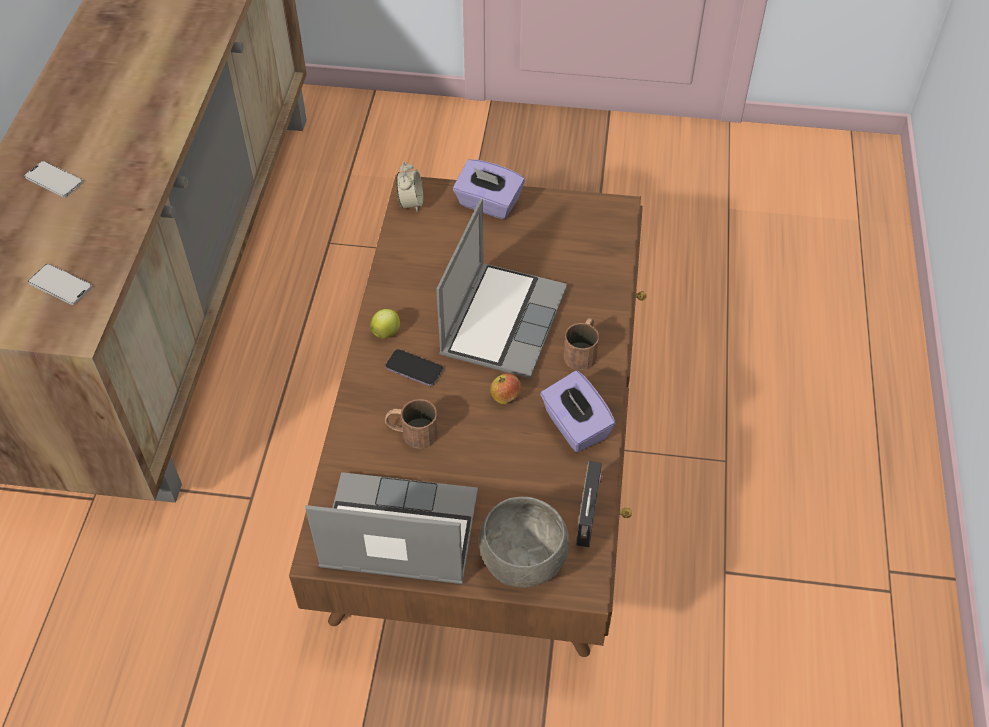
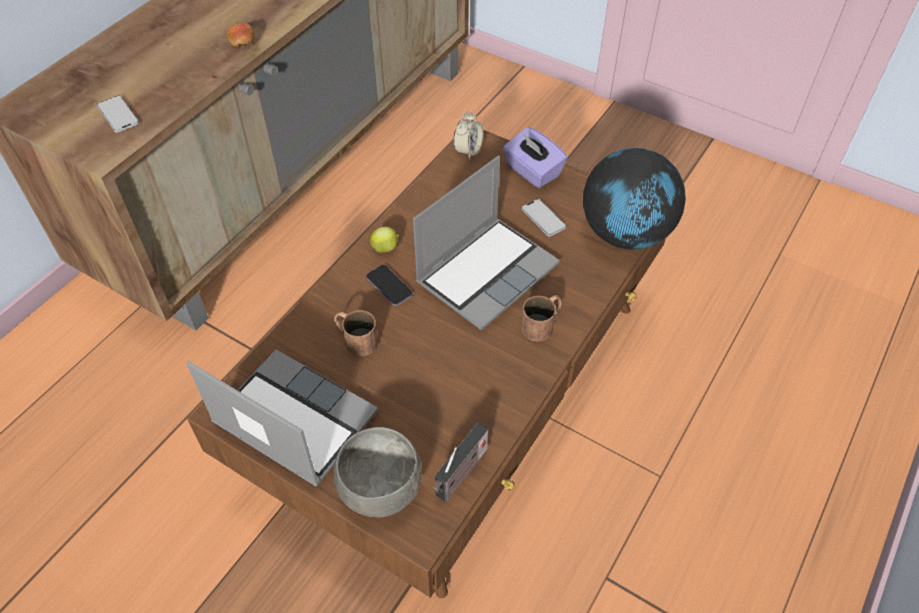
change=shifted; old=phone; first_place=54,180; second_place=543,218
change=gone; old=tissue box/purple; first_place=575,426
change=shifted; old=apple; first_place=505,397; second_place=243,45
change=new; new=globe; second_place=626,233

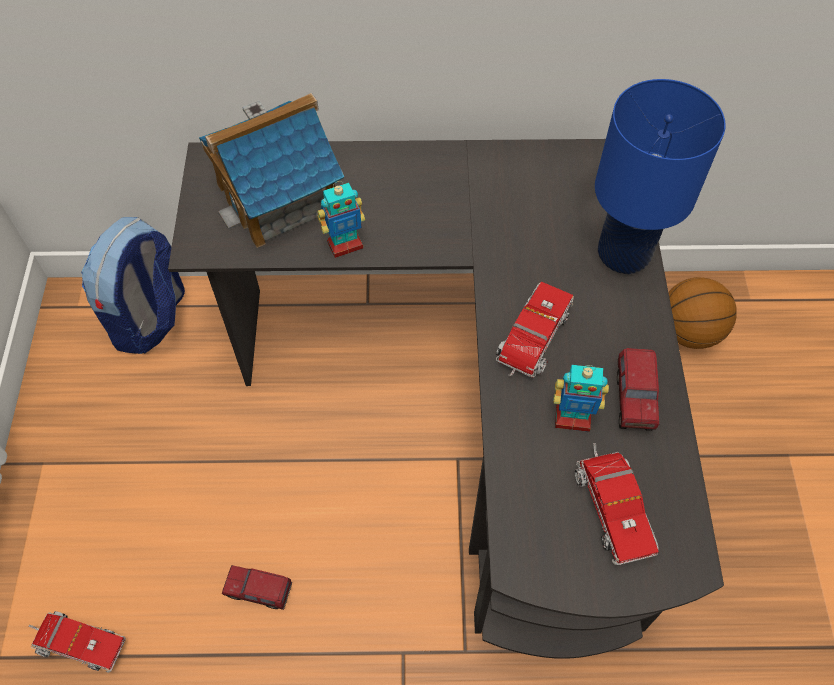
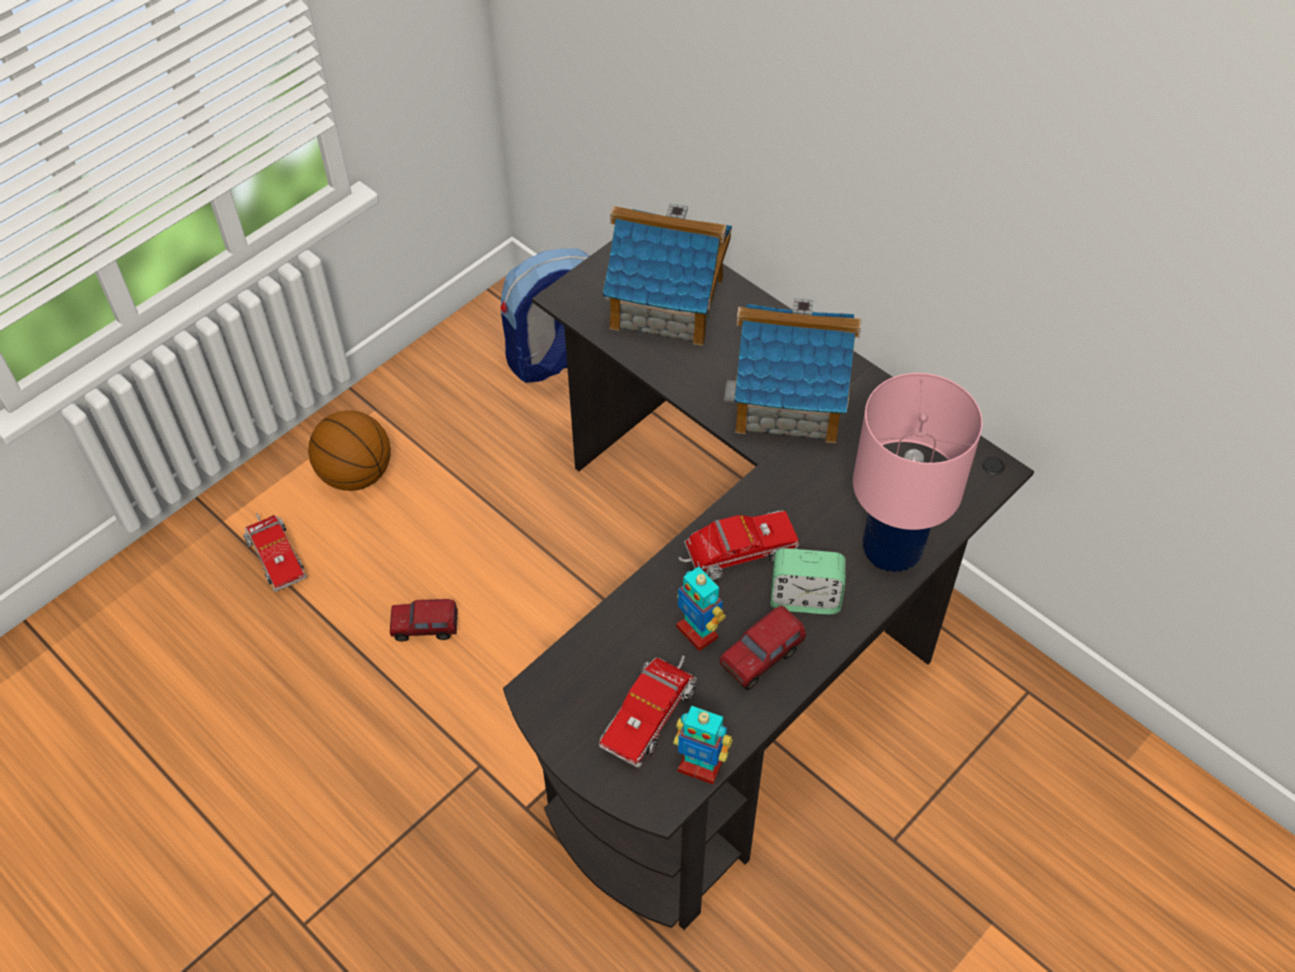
change=repainted; old=table lamp/blue; new=table lamp/pink; first_place=623,256; second_place=892,551
change=shifted; old=toy robot; first_place=345,245; second_place=700,766
change=shifted; old=basketball; first_place=688,331; second_place=356,474
change=rotated; old=toy truck; first_place=259,592; second_place=425,629; degrees=-60
change=new; new=toy house; second_place=790,399
change=new; new=alarm clock; second_place=805,598

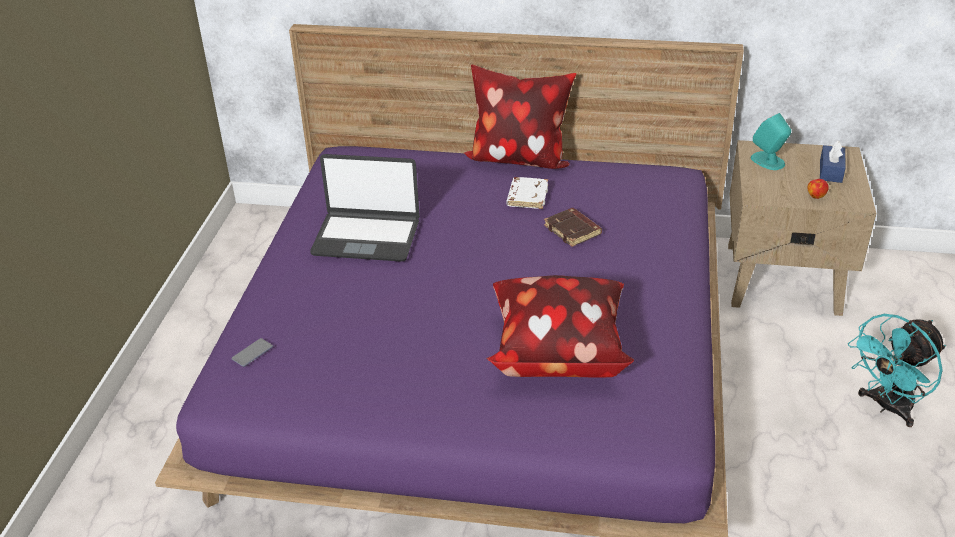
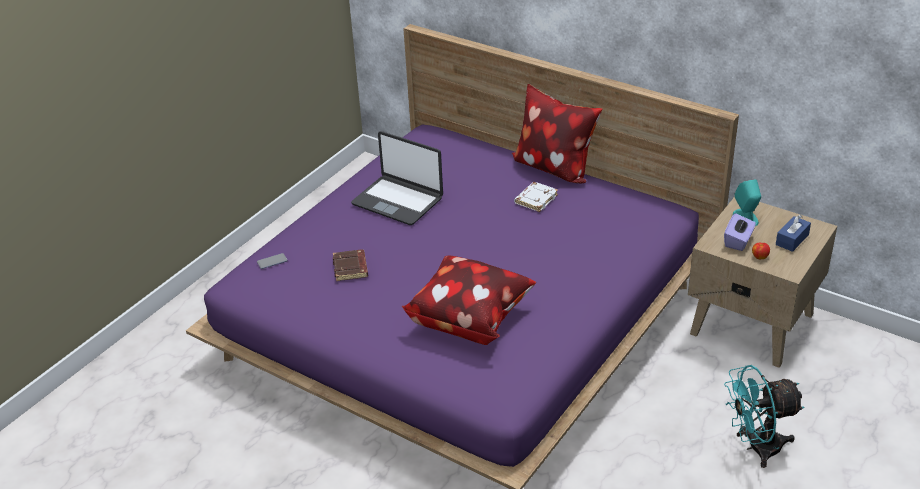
change=shifted; old=book/brown; first_place=573,230; second_place=351,268
change=new; new=tissue box/purple; second_place=738,241

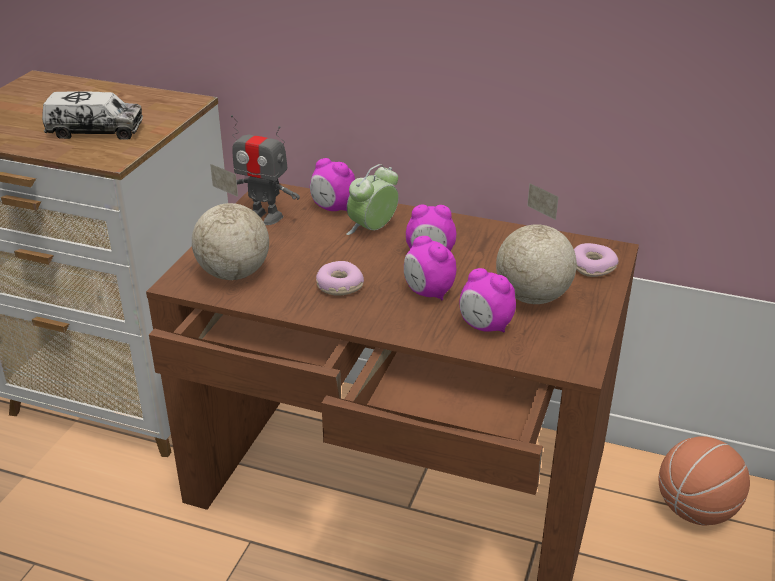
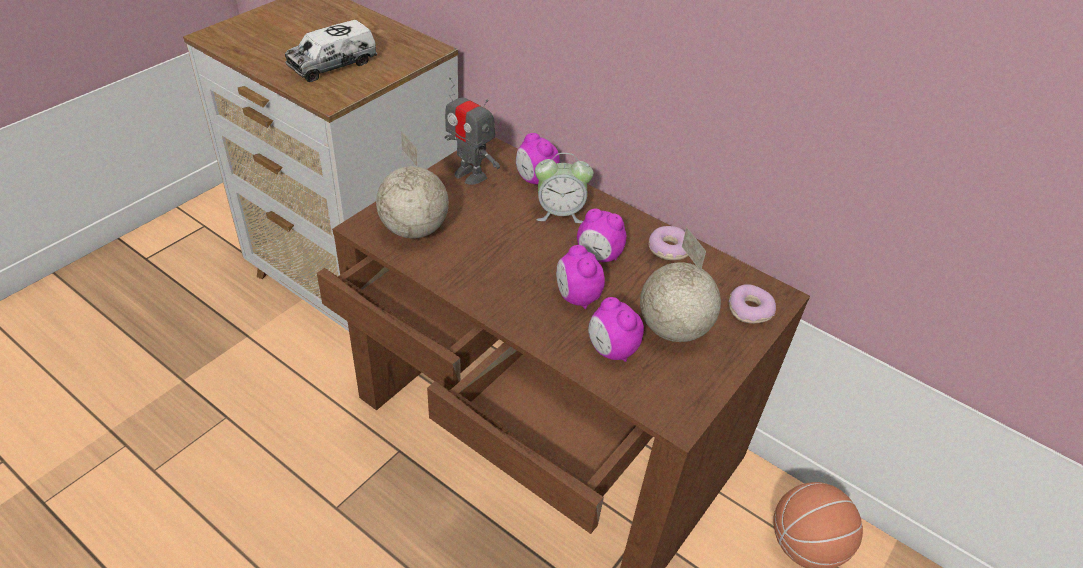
change=rotated; old=toy truck; first_place=95,131; second_place=333,65; degrees=120
change=rotated; old=alarm clock; first_place=373,230; second_place=560,213; degrees=-150
change=shifted; old=donut; first_place=339,286; second_place=668,249

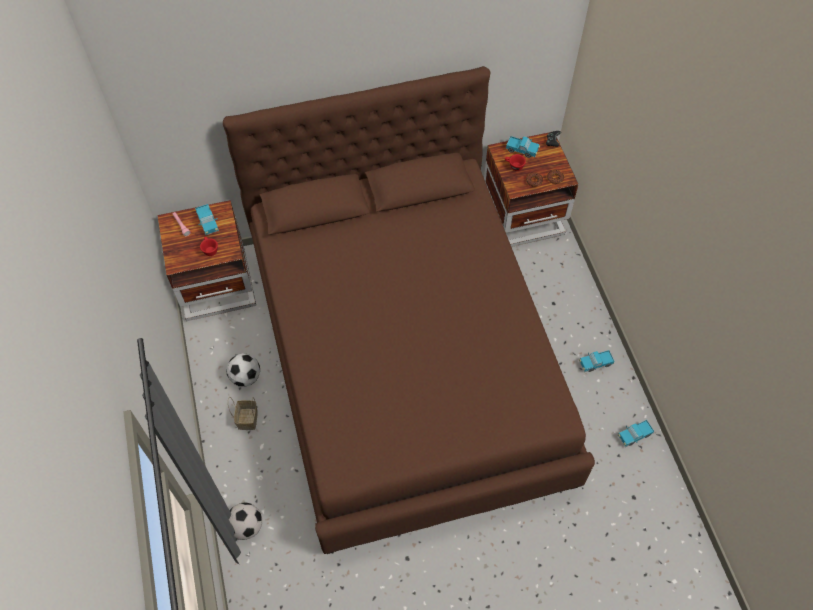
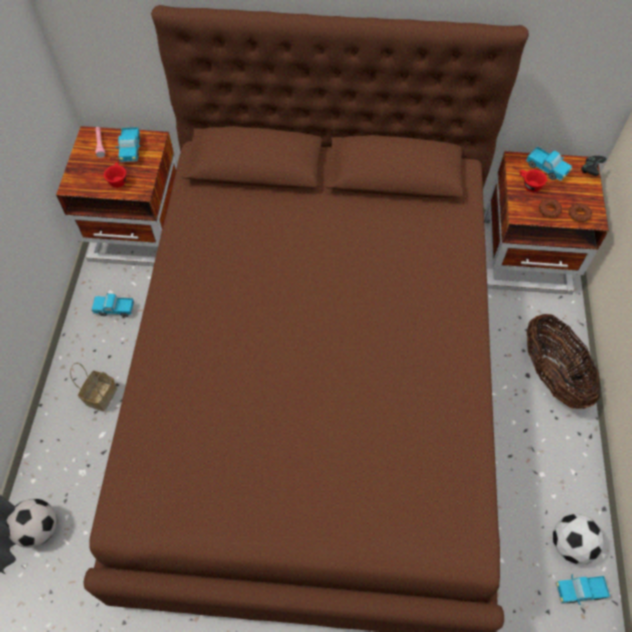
change=shifted; old=toy truck; first_place=595,363; second_place=114,309
change=shifted; old=football; first_place=245,377; second_place=570,544
change=new; new=basket; second_place=552,376

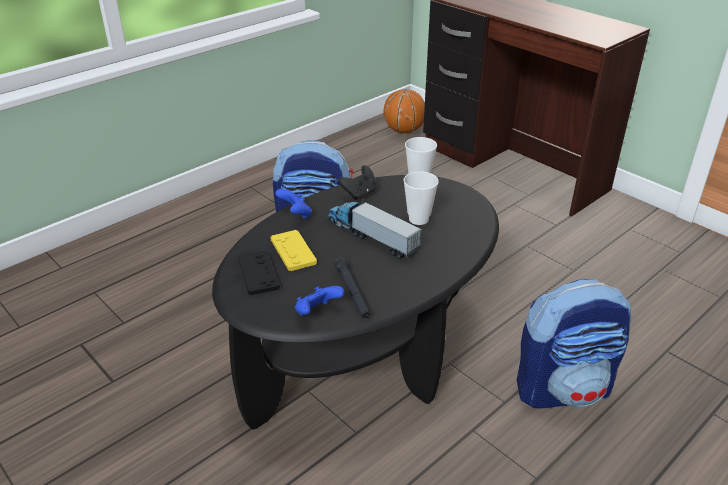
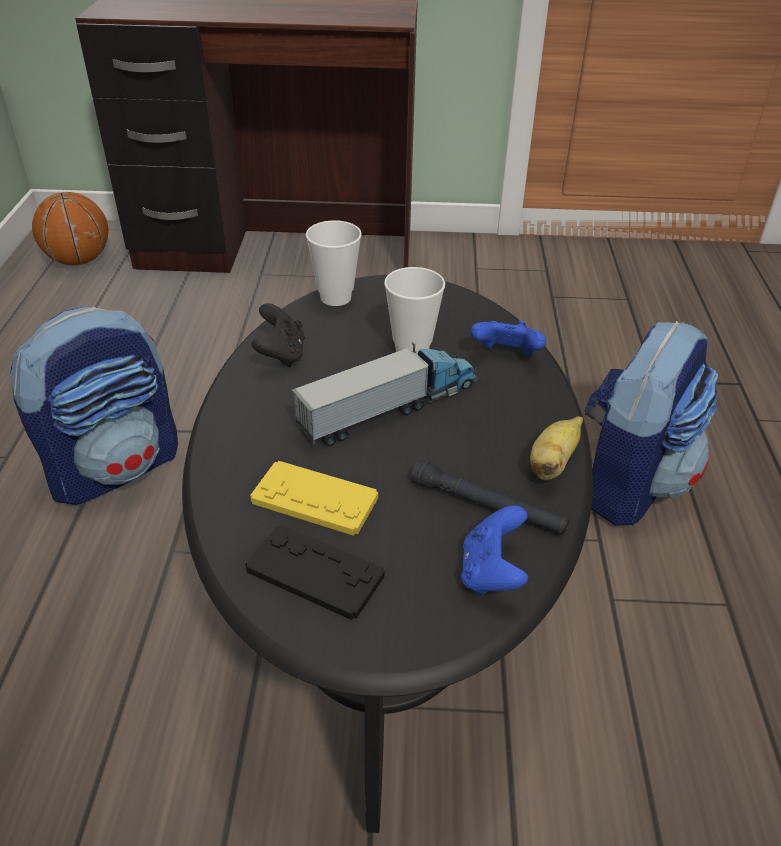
change=shifted; old=game controller/blue; first_place=296,214; second_place=506,356
change=rotated; old=toy truck; first_place=371,236; second_place=390,408; degrees=150
change=new; new=banana; second_place=552,463

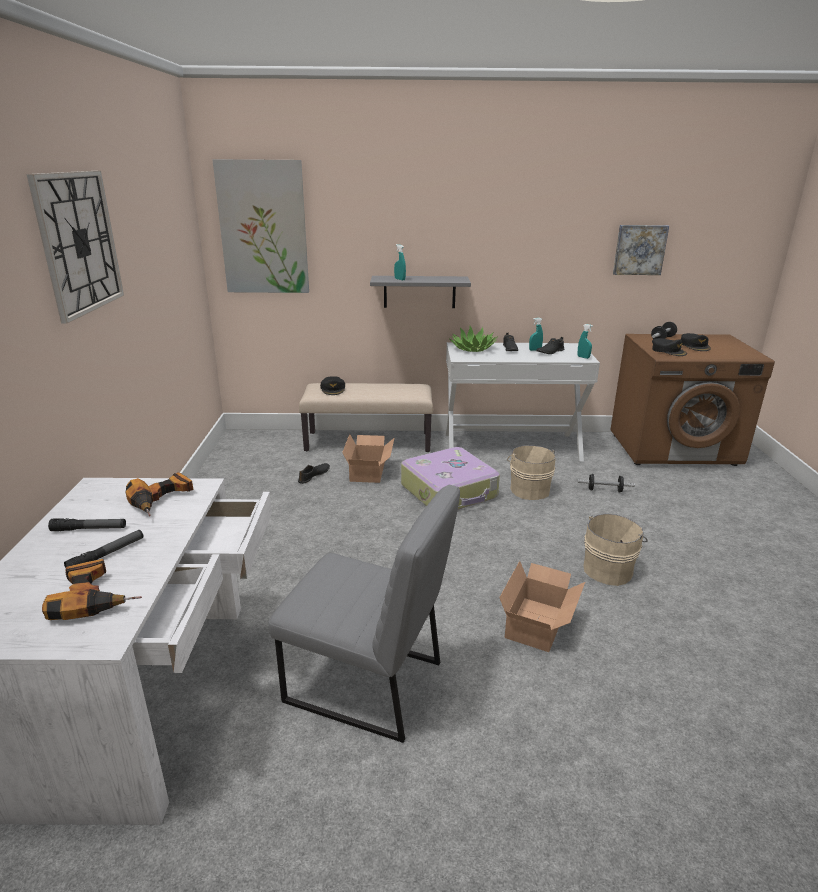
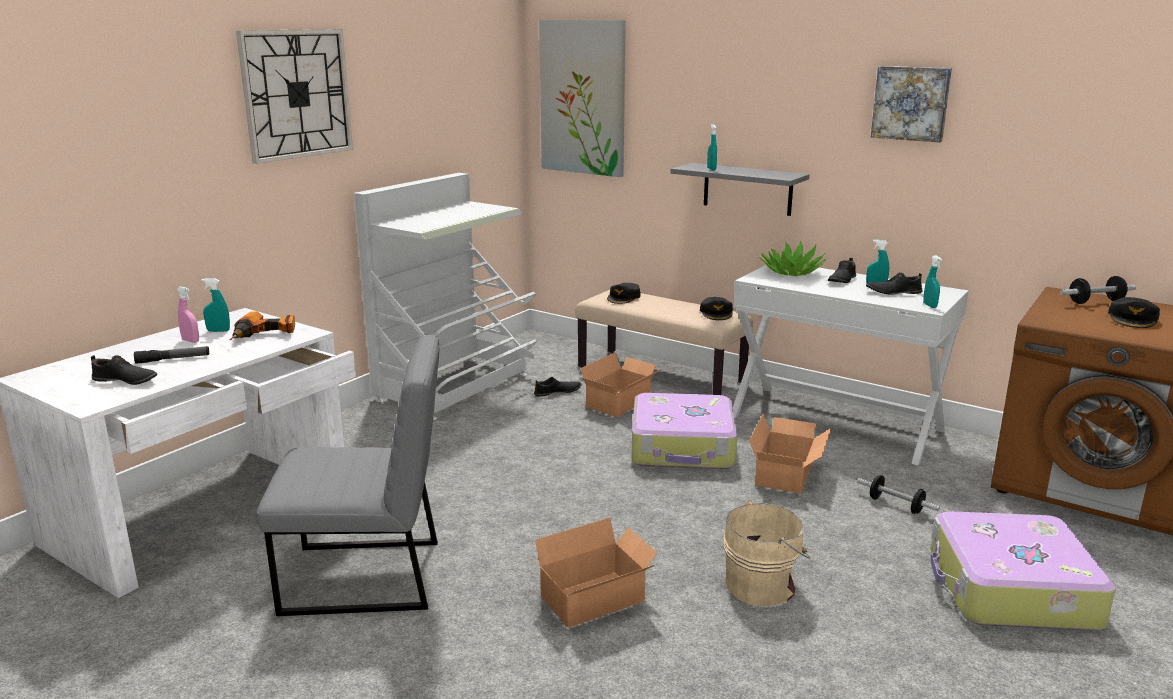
change=shifted; old=picture; first_place=639,249; second_place=911,103
change=shifted; old=cap/black; first_place=668,351; second_place=716,313
change=swapped; old=bucket/beige; new=cardboard box; first_place=529,489; second_place=787,473
change=rotated; old=chair/grey; first_place=368,684; second_place=367,577; degrees=-60
change=swapped; old=flashlight; new=spray bottle/pink; first_place=89,529; second_place=190,341
change=swapped; old=power drill; new=shoe/black; first_place=95,597; second_place=125,381
change=new; new=shoe rack/white; second_place=458,388
change=new; new=spray bottle/turquoise; second_place=218,331
change=new; new=suitcase; second_place=1010,590

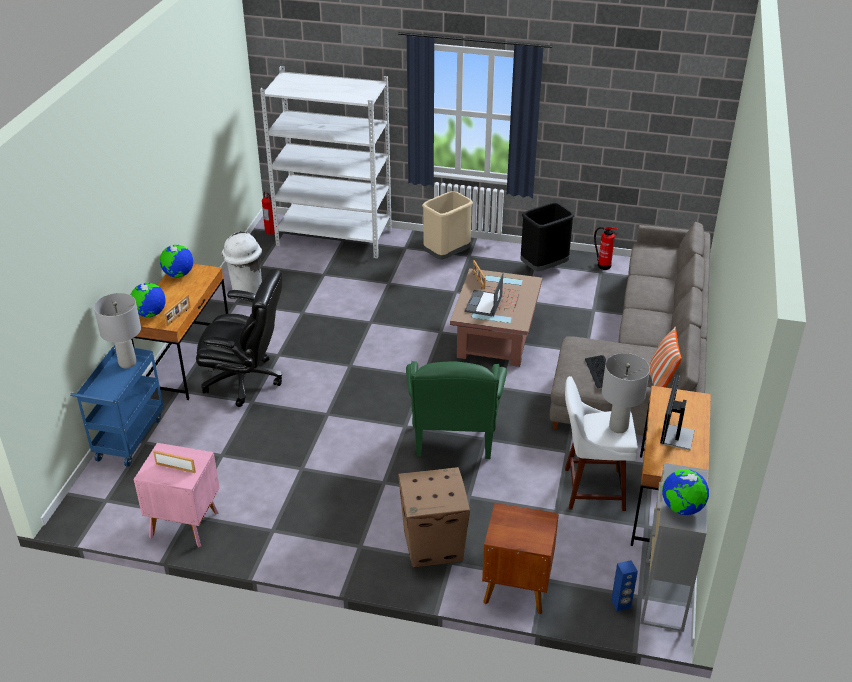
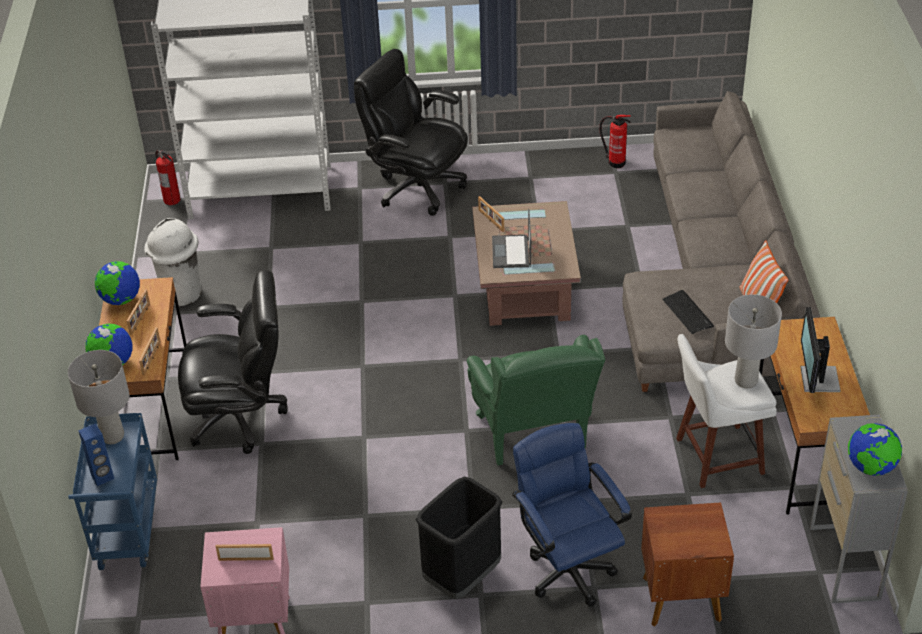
change=swapped; old=trash can/beige; new=office chair/black; first_place=446,255; second_place=417,188
change=shifted; old=trash can/black; first_place=543,267; second_place=462,577
change=swapped; old=cardboard box; new=office chair/blue; first_place=434,545; second_place=566,571
change=shifted; old=speaker/blue; first_place=621,604; second_place=103,477
change=new; new=picture frame; second_place=140,319

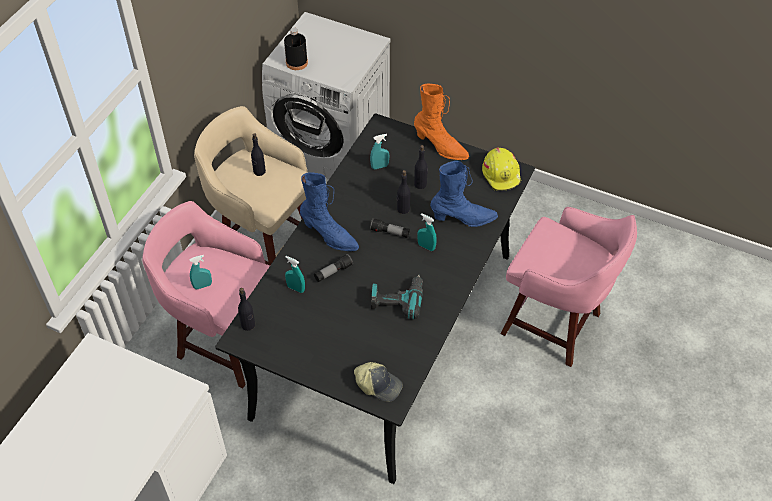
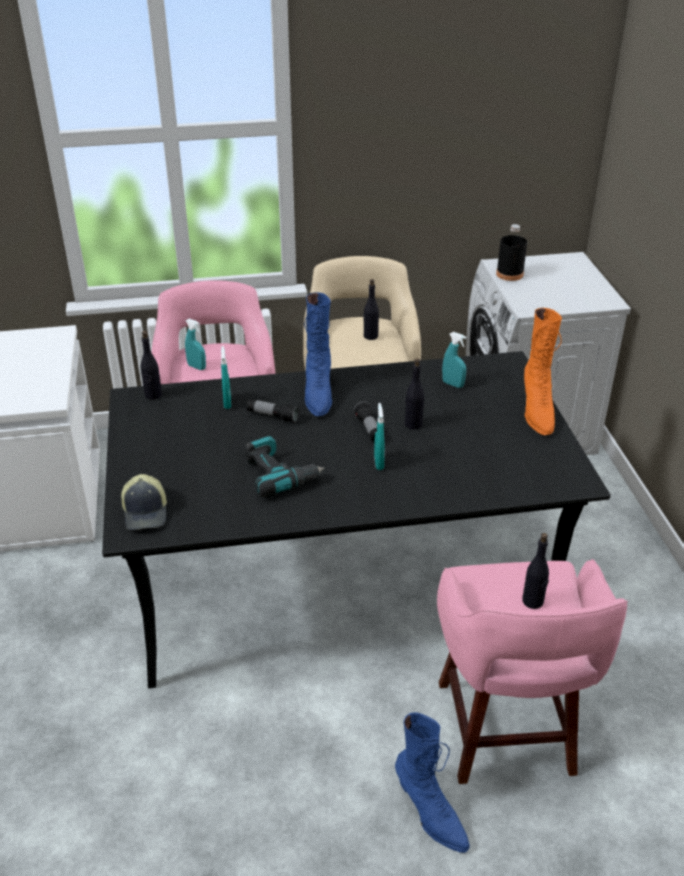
change=shifted; old=bottle/black; first_place=420,184; second_place=533,601
change=gone; old=hard hat/yellow; first_place=502,174
change=shifted; old=boot/blue; first_place=463,219; second_place=430,814

